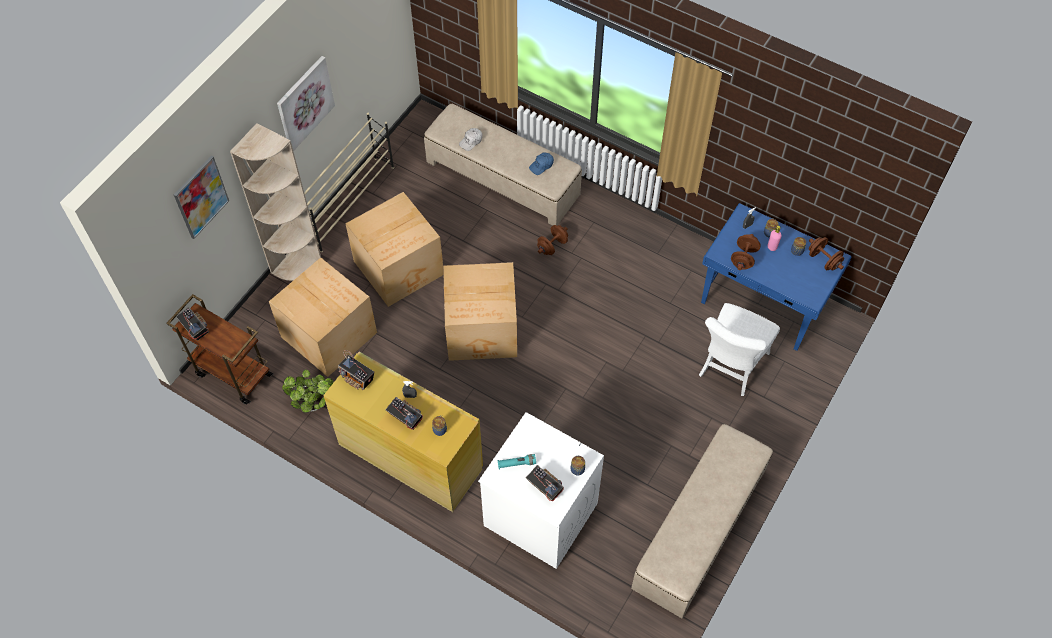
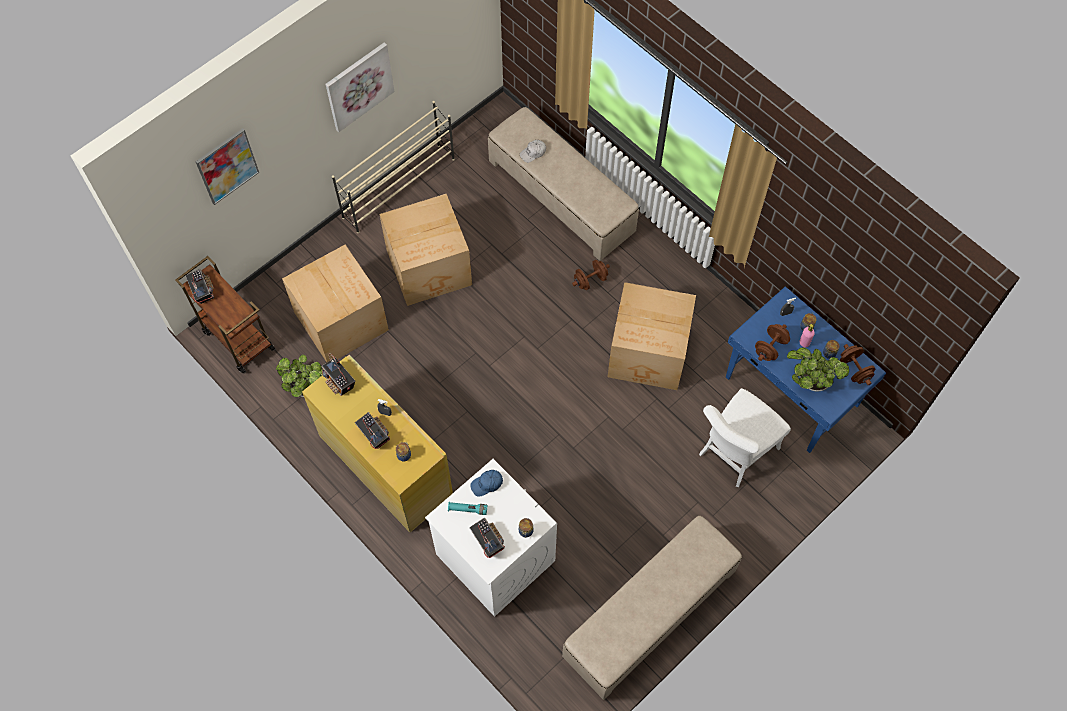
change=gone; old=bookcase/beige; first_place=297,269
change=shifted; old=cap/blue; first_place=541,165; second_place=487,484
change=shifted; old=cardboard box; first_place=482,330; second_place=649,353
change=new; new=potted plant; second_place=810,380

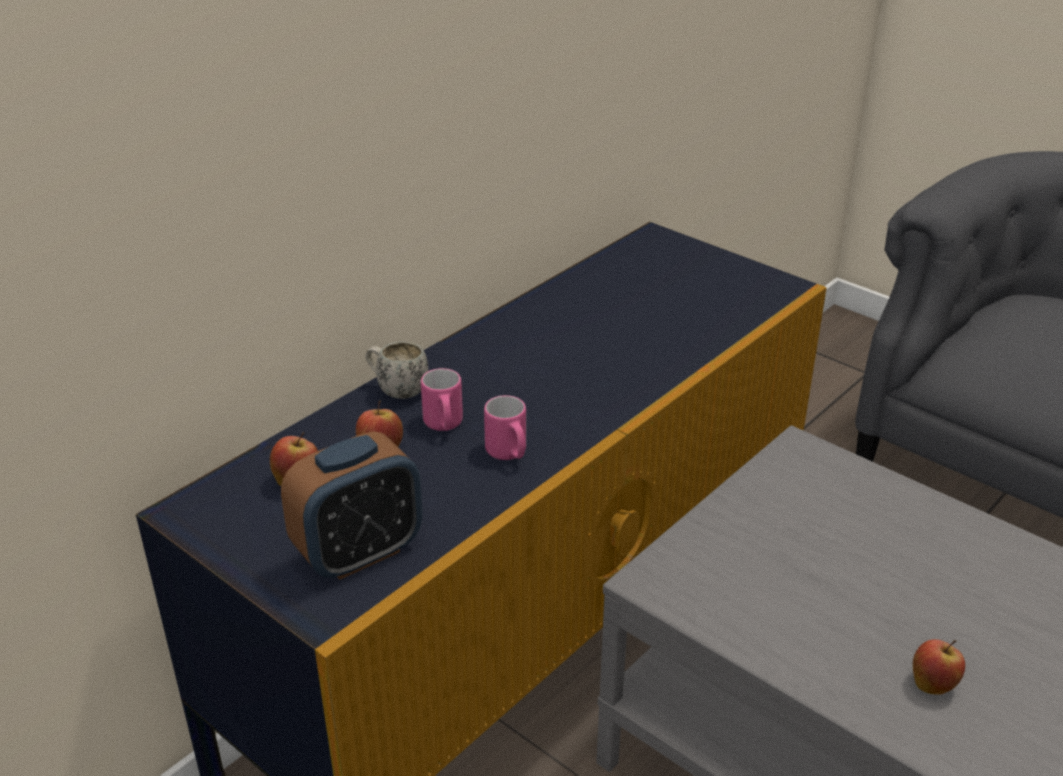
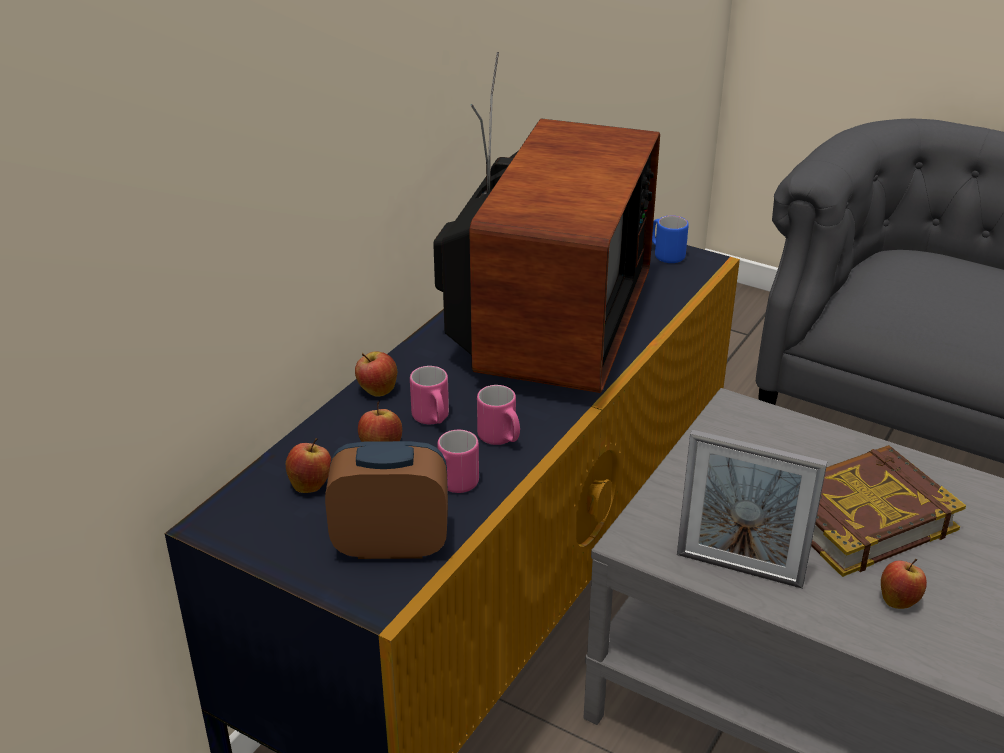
change=swapped; old=mug/white; new=apple; first_place=396,390; second_place=377,391
change=rotated; old=alarm clock; first_place=359,553; second_place=391,544; degrees=-135
change=new; new=television; second_place=546,330
change=new; new=mug/blue; second_place=665,255
change=new; new=mug/pink; second_place=453,485
change=new; new=picture frame; second_place=739,569
change=new; new=book; second_place=861,517

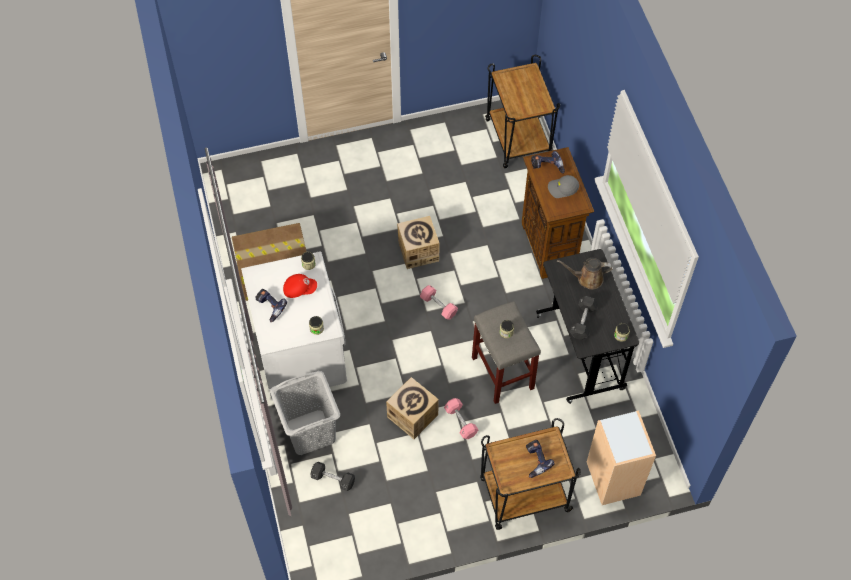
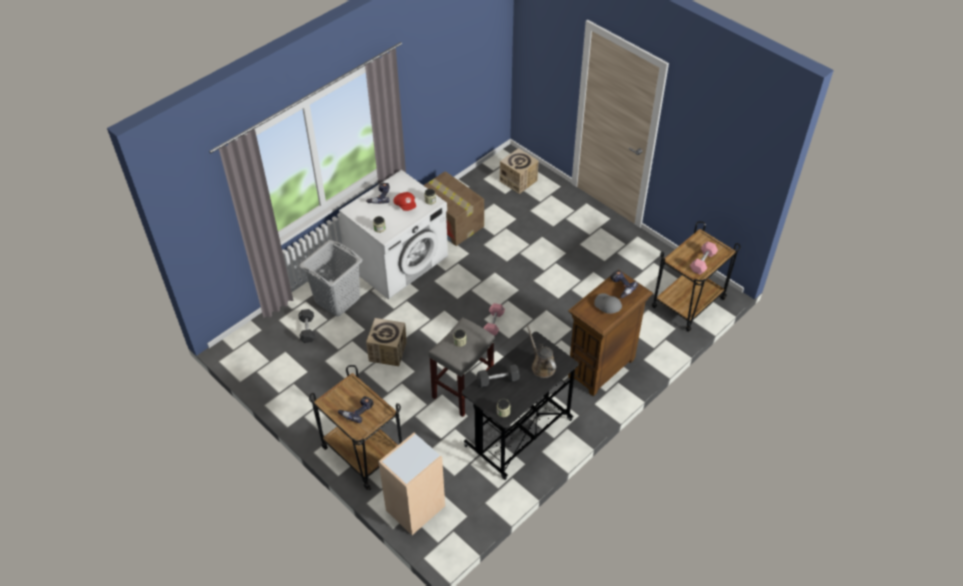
change=shifted; old=cardboard box; first_place=418,251; second_place=518,181
change=shifted; old=dumbbell/pink; first_place=460,421; second_place=702,262

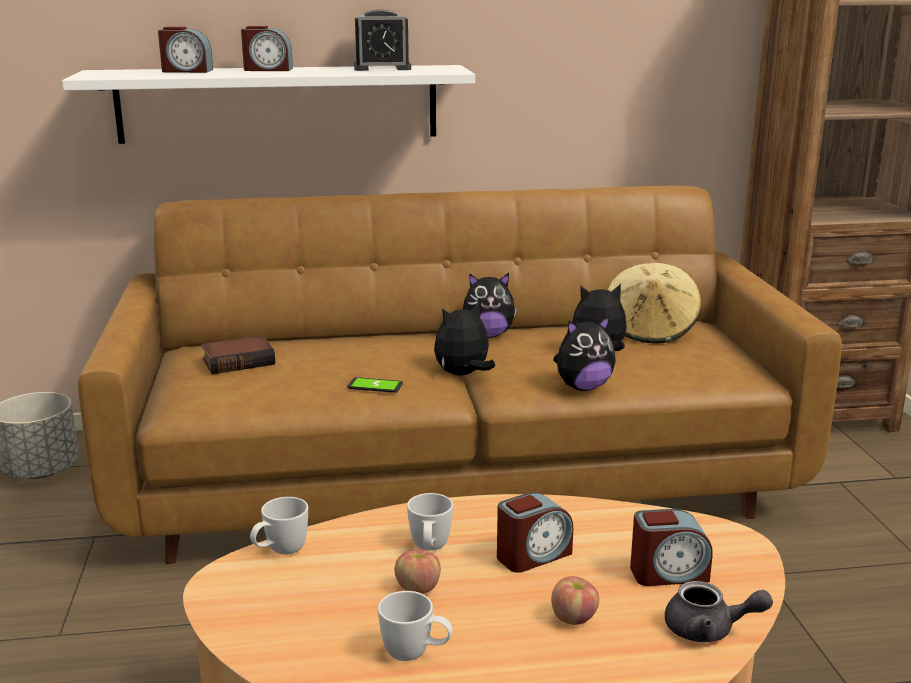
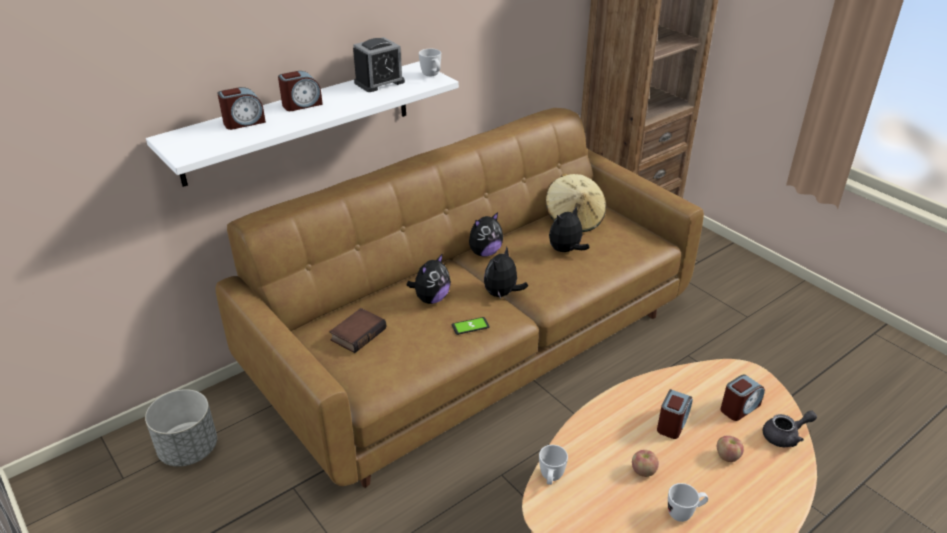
change=shifted; old=plush toy; first_place=583,387; second_place=431,299
change=shifted; old=mug/white; first_place=429,549; second_place=432,76

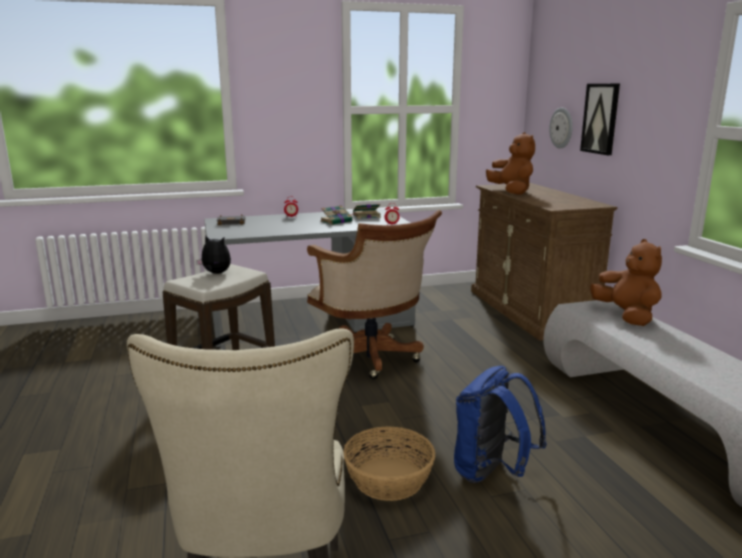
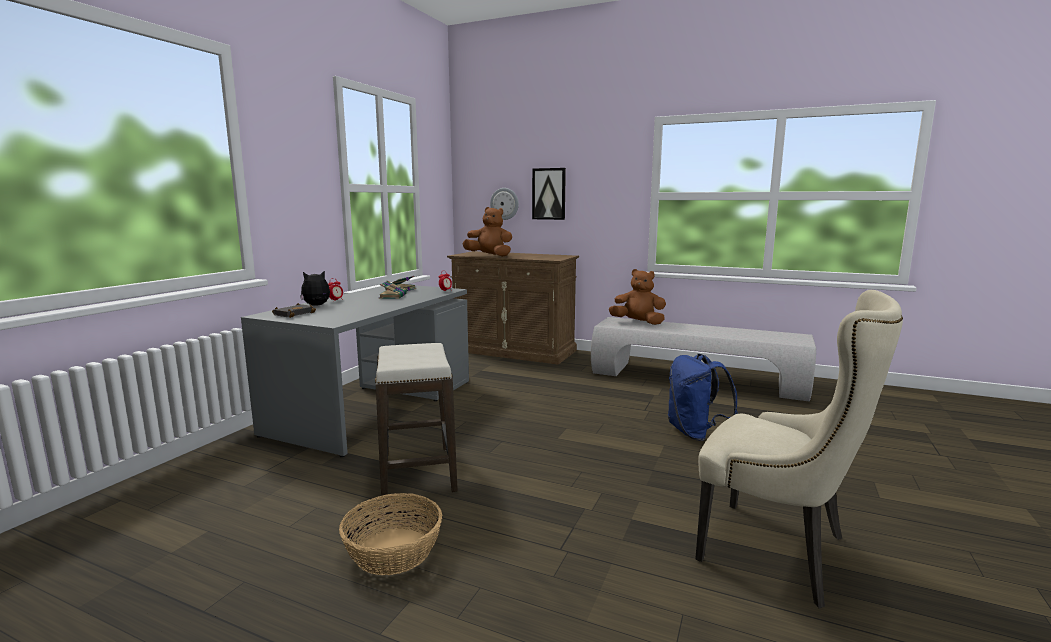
change=gone; old=office chair; first_place=374,359
change=shifted; old=plush toy; first_place=215,273; second_place=317,305
change=shifted; old=basket; first_place=389,479; second_place=394,551

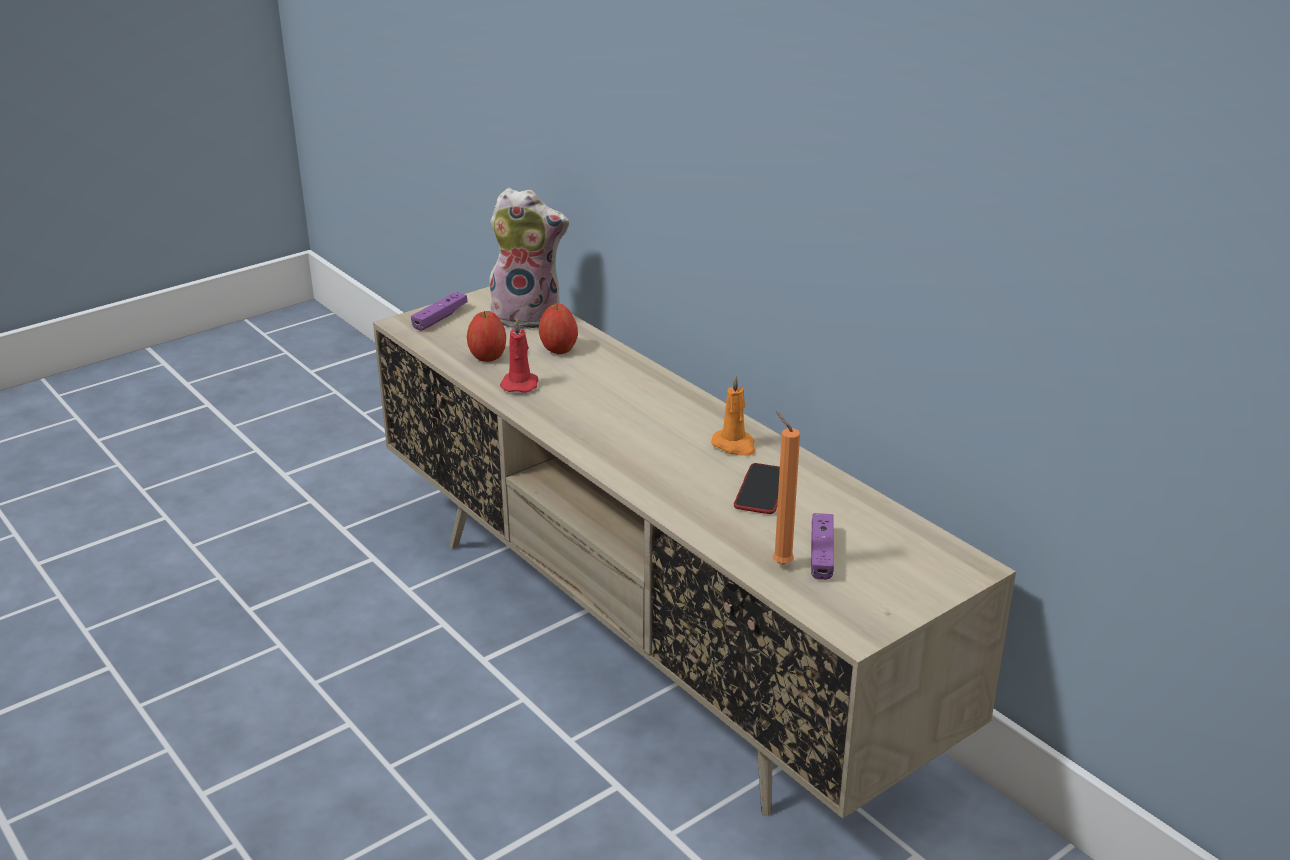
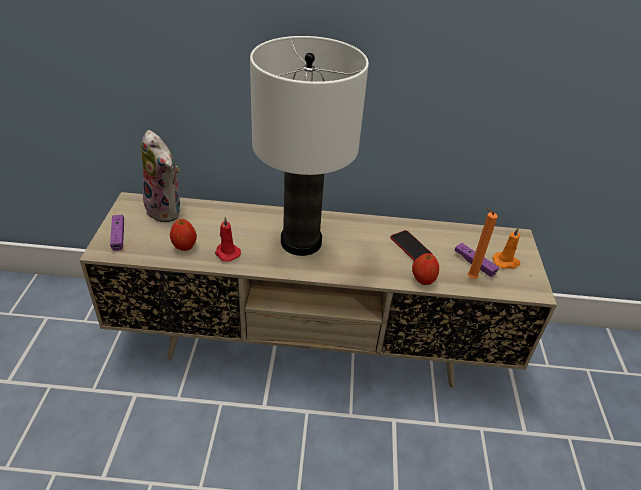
change=rotated; old=plush toy; first_place=528,316; second_place=167,210; degrees=90
change=shifted; old=apple; first_place=559,349; second_place=423,280
change=shifted; old=candle/orange; first_place=735,445; second_place=506,262
change=new; new=table lamp/white; second_place=301,242

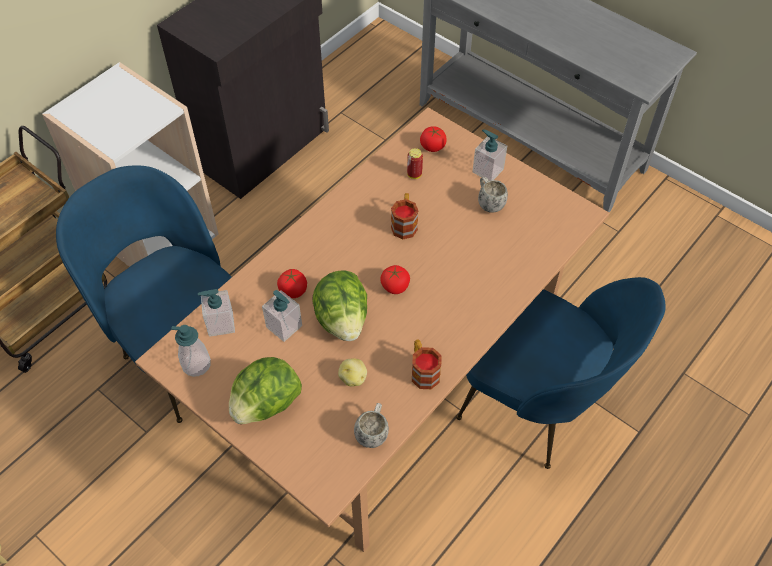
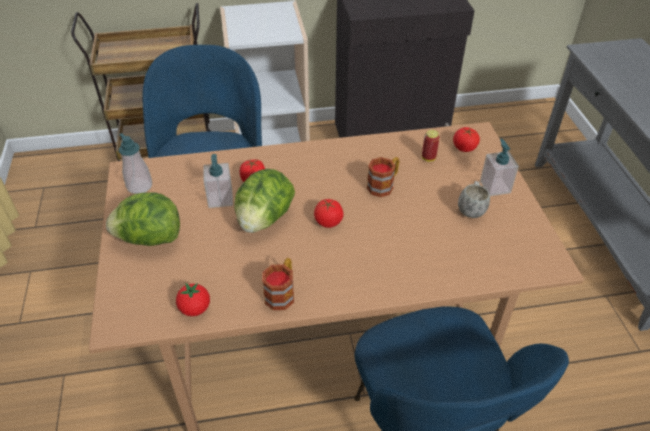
change=gone; old=soap dispenser; first_place=220,324
change=gone; old=potato; first_place=353,378
change=swapped; old=mug/white; new=tomato; first_place=373,432; second_place=195,309

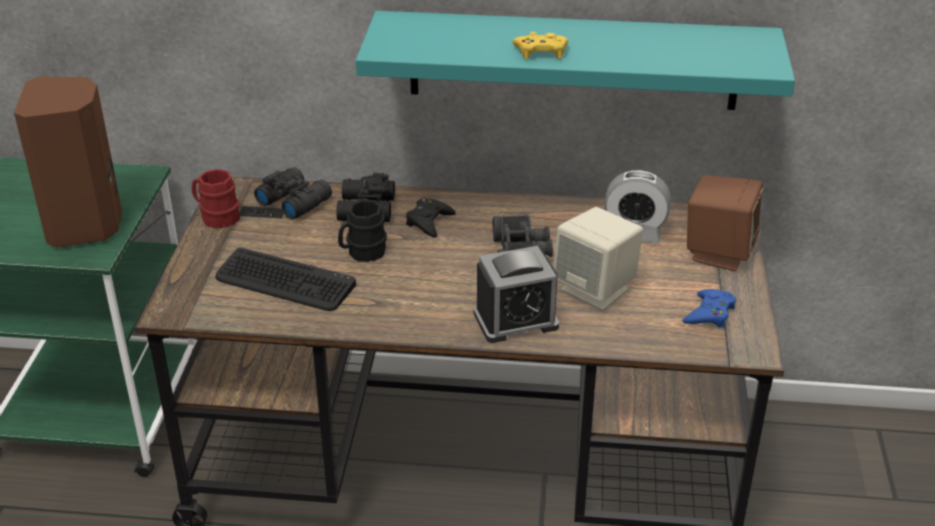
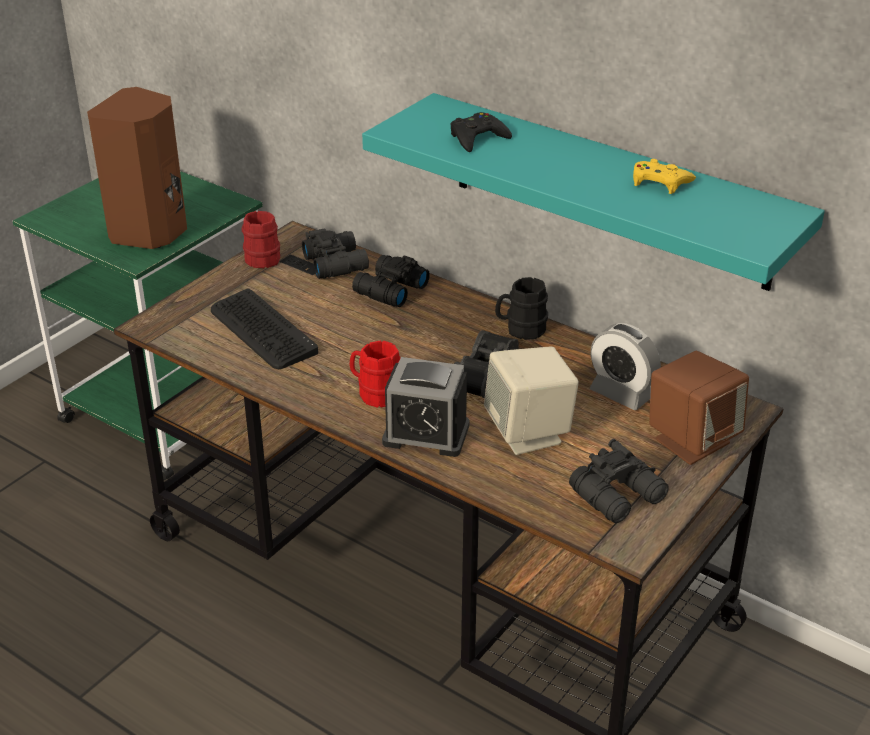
change=shifted; old=game controller/yellow; first_place=541,52; second_place=660,182
change=shifted; old=game controller/black; first_place=429,222; second_place=477,138
change=shifted; old=mug/black; first_place=362,253; second_place=520,329
change=swapped; old=game controller/blue; new=binoculars/black; first_place=709,313; second_place=620,496
change=new; new=mug/red; second_place=375,393

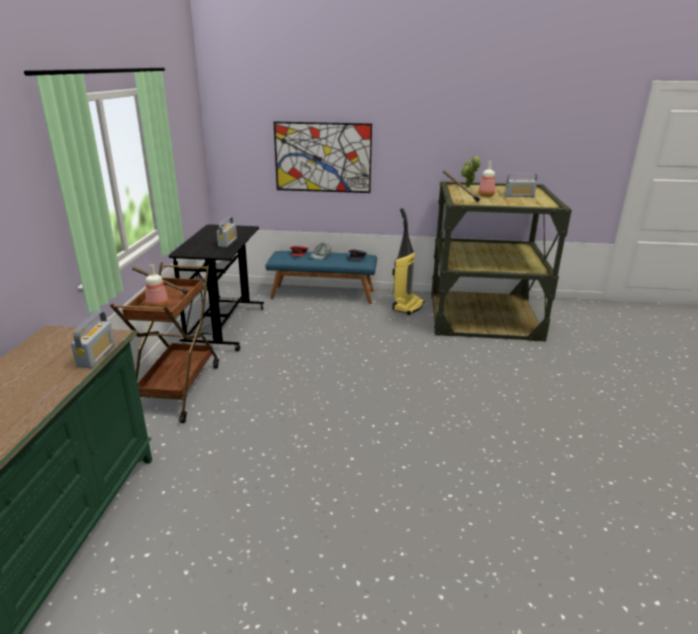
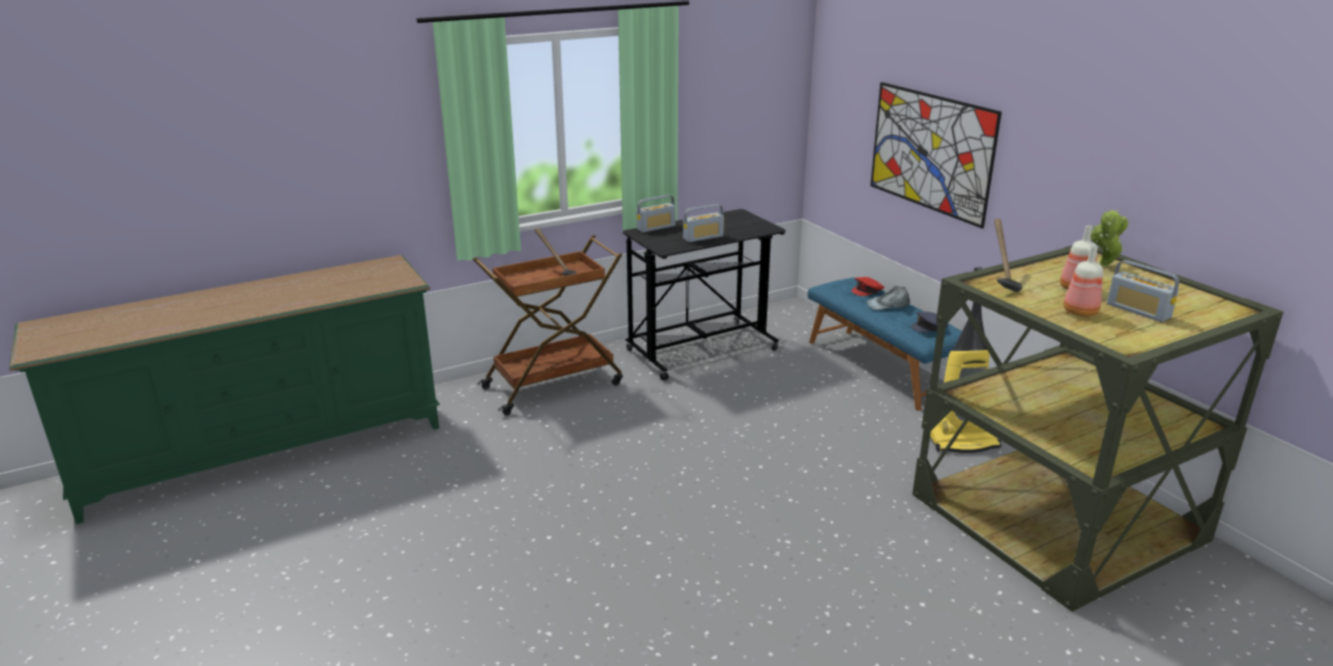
change=shifted; old=bottle; first_place=158,306; second_place=1080,312
change=shifted; old=radio; first_place=96,355; second_place=656,227

